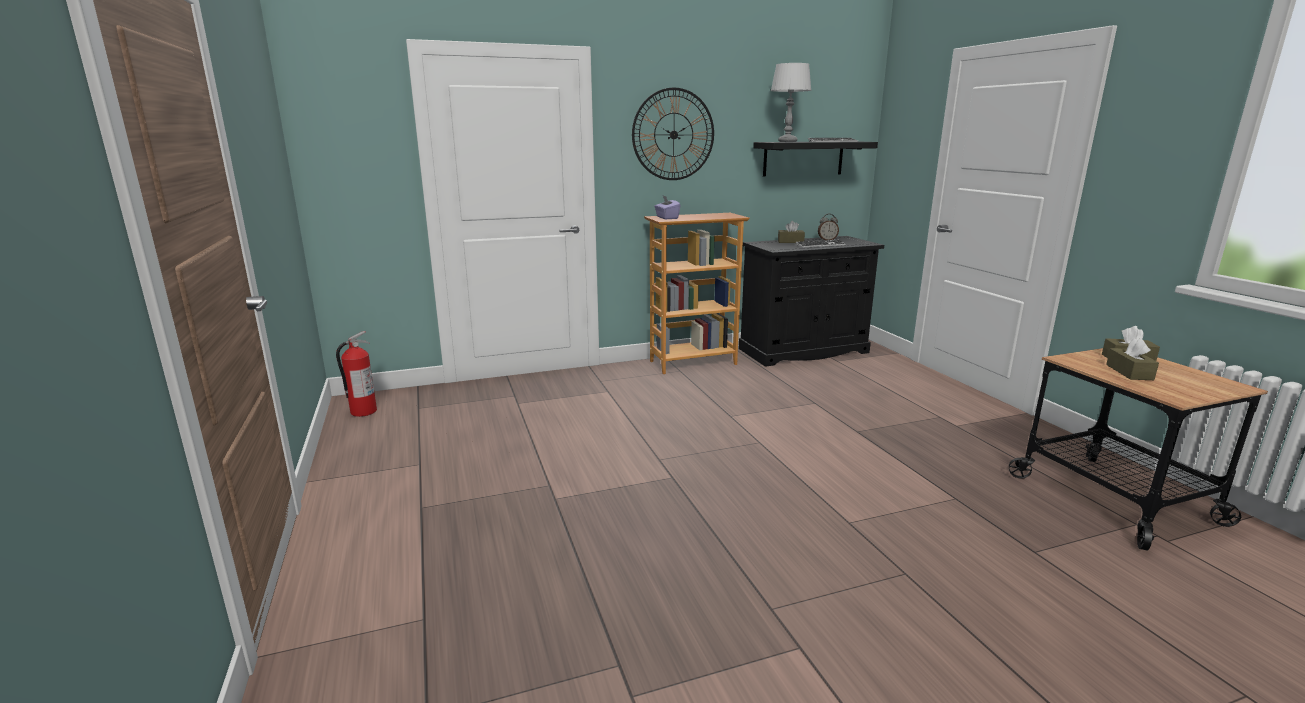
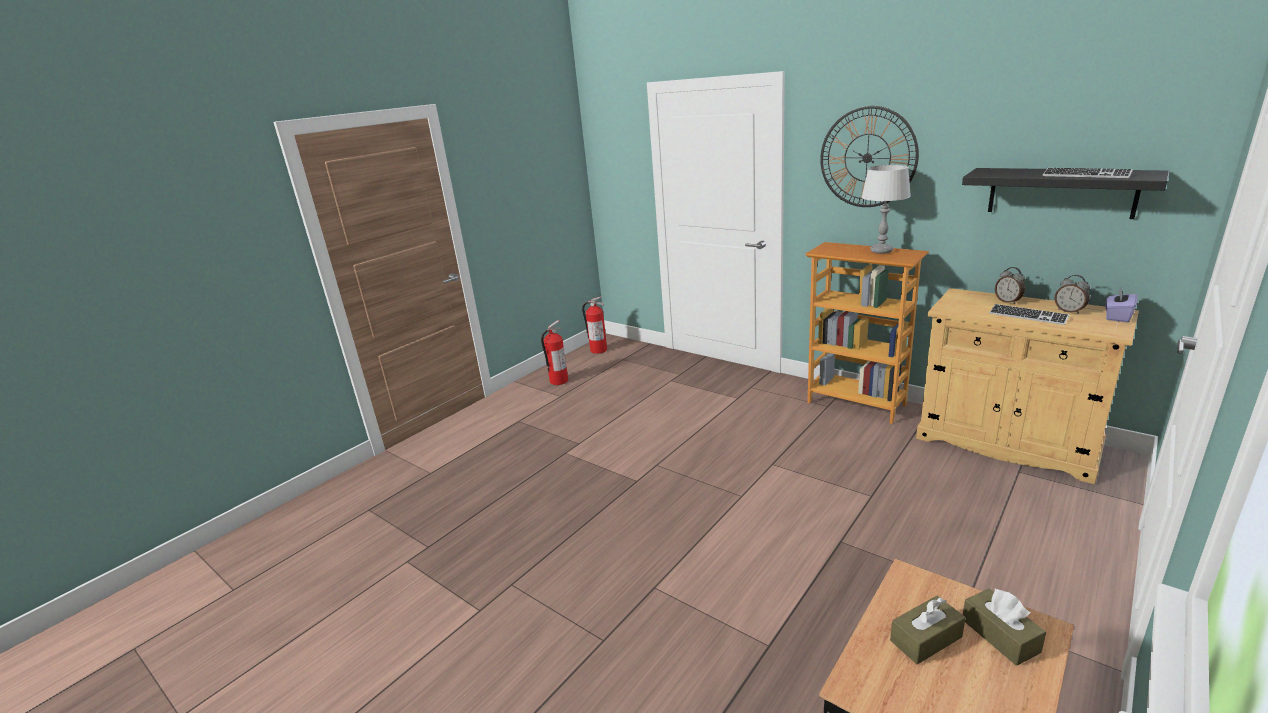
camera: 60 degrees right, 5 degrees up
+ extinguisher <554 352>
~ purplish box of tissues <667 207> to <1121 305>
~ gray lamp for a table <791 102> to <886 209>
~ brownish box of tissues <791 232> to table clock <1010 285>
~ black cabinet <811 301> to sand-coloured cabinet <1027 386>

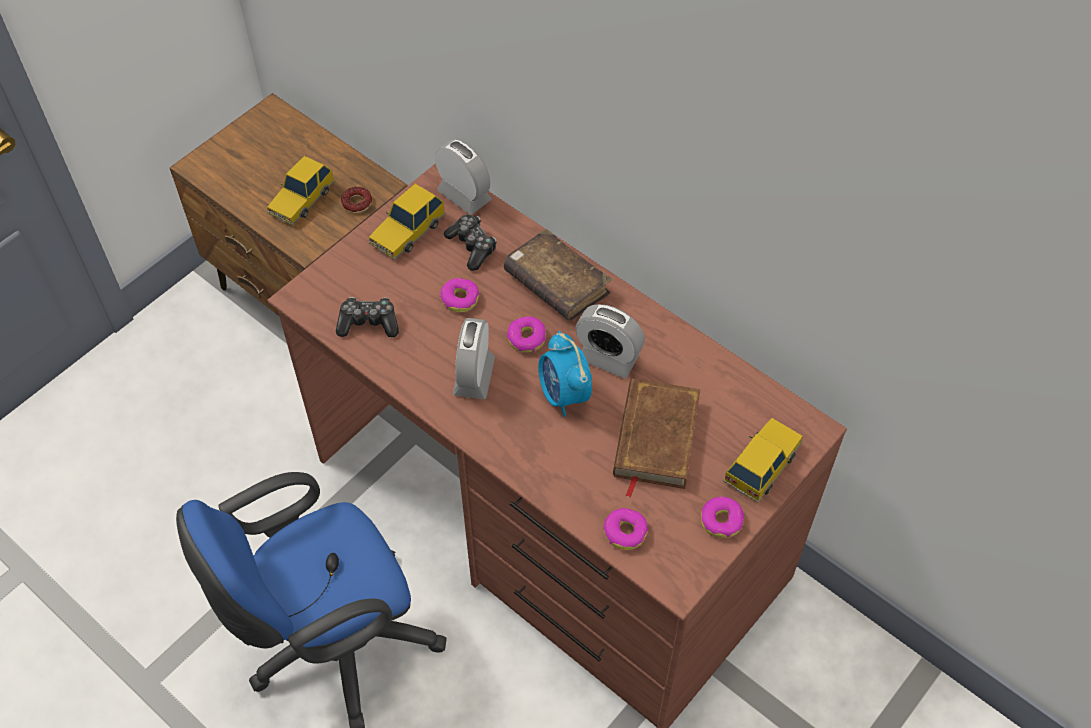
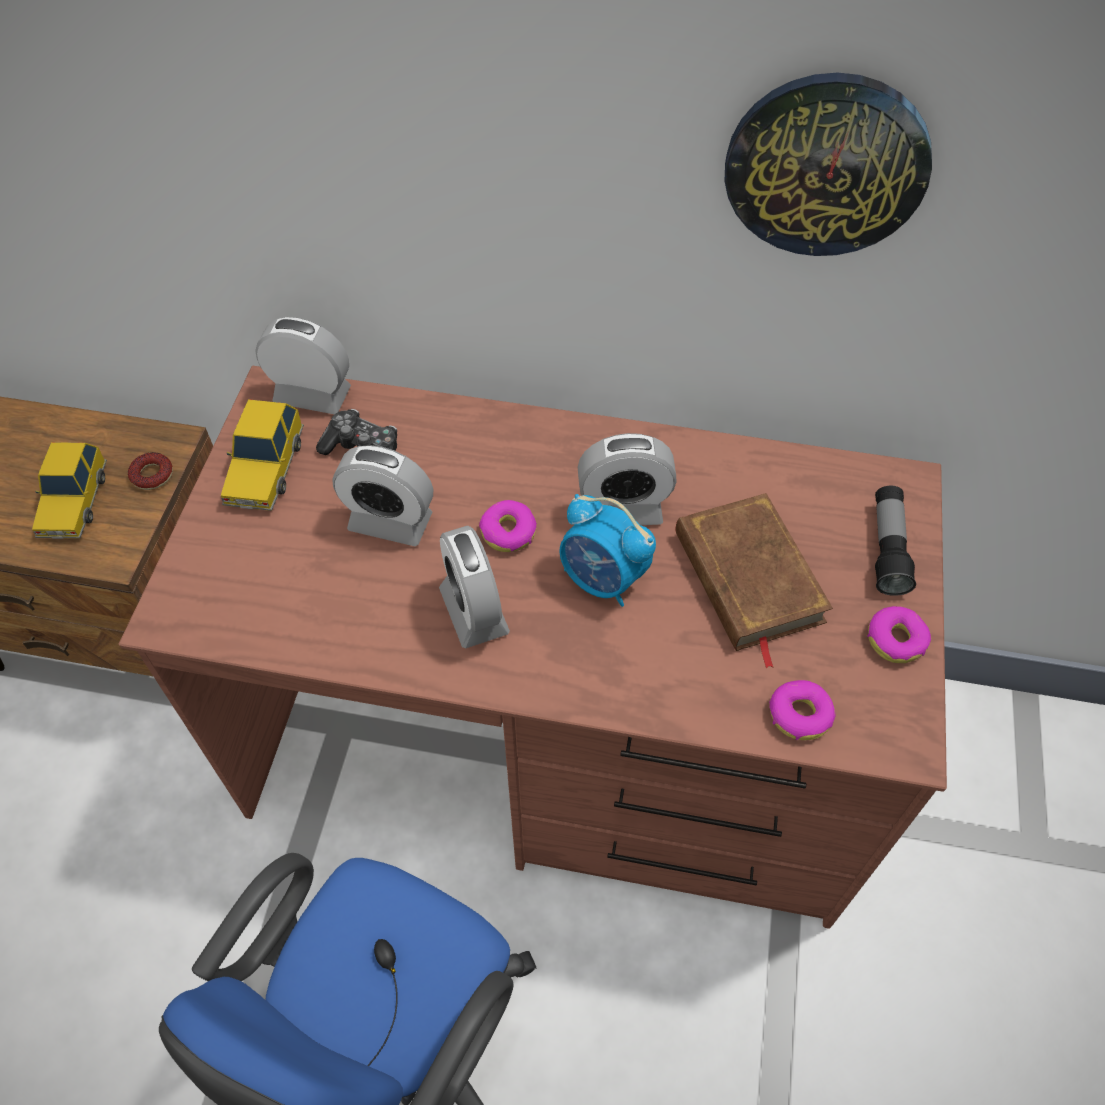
camera: 30 degrees left, 0 degrees up
- gamepad <367 317>
- brownish bound book <558 275>
+ hanging clock <828 164>
~ doughnut <460 295> to table clock <382 495>
~ miniature car <763 460> to hand torch <895 541>

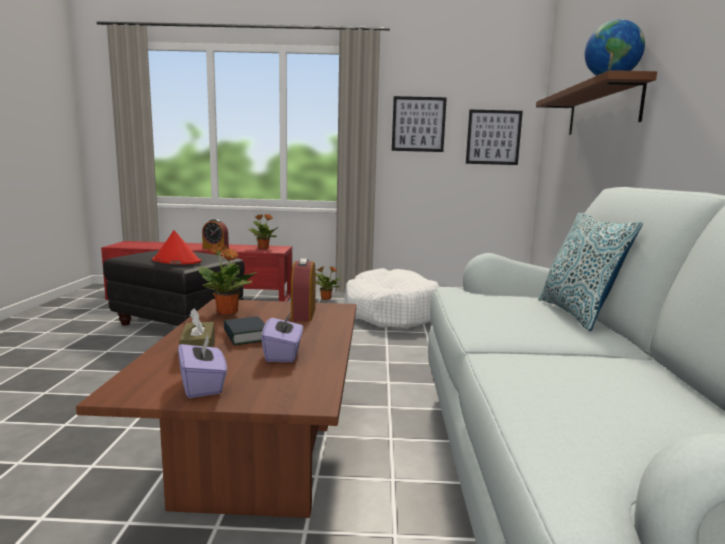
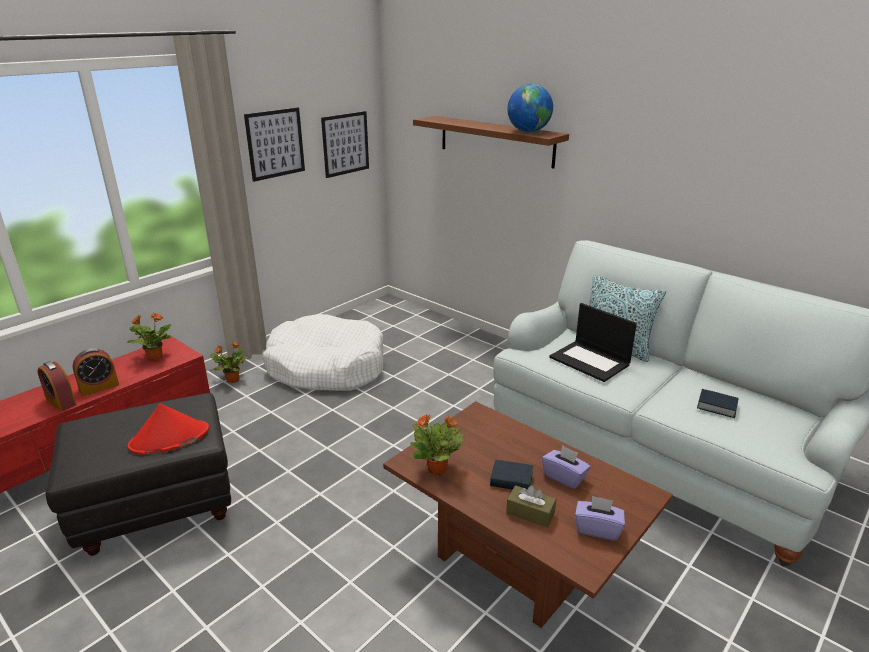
camera: 50 degrees left, 15 degrees up
+ portable computer <593 342>
+ bound book <718 403>
~ table clock <303 289> to <57 386>

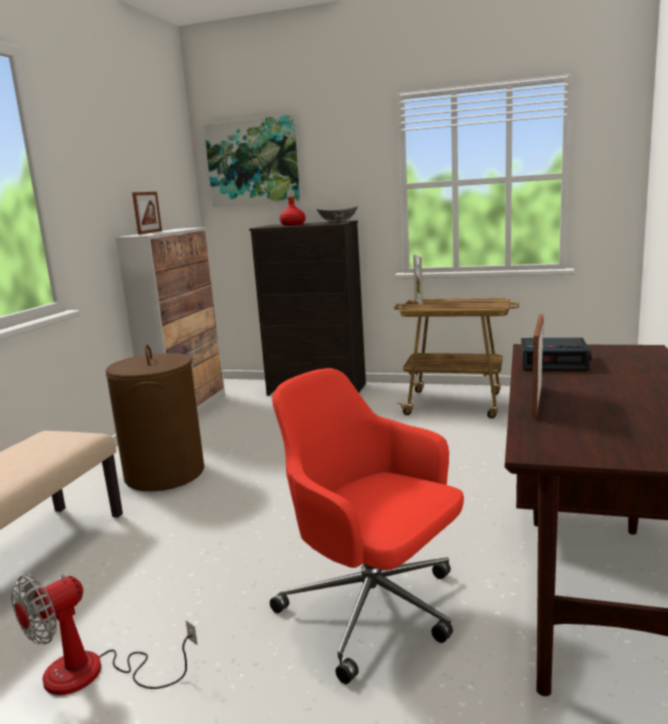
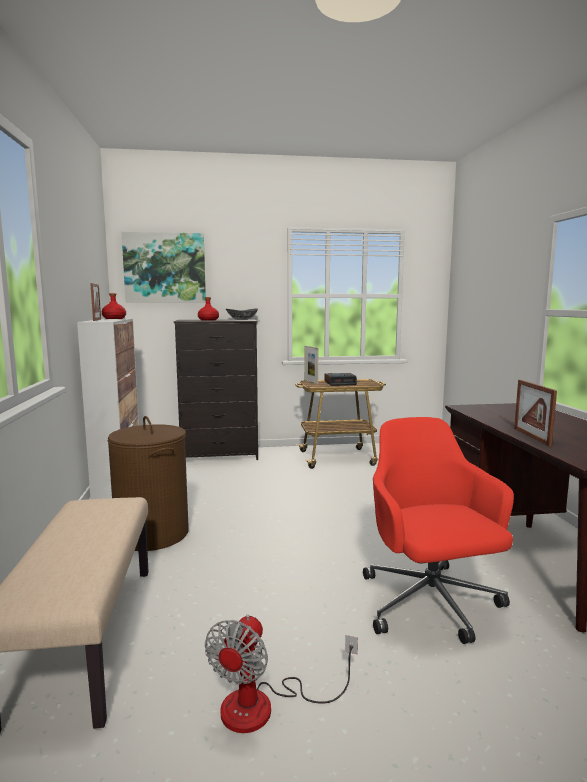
camera: 25 degrees left, 5 degrees down
+ reddish beverage bottle <114 306>
~ table clock <556 354> to <340 379>
~ reddish computer chair <367 526> = <438 530> 60 degrees clockwise

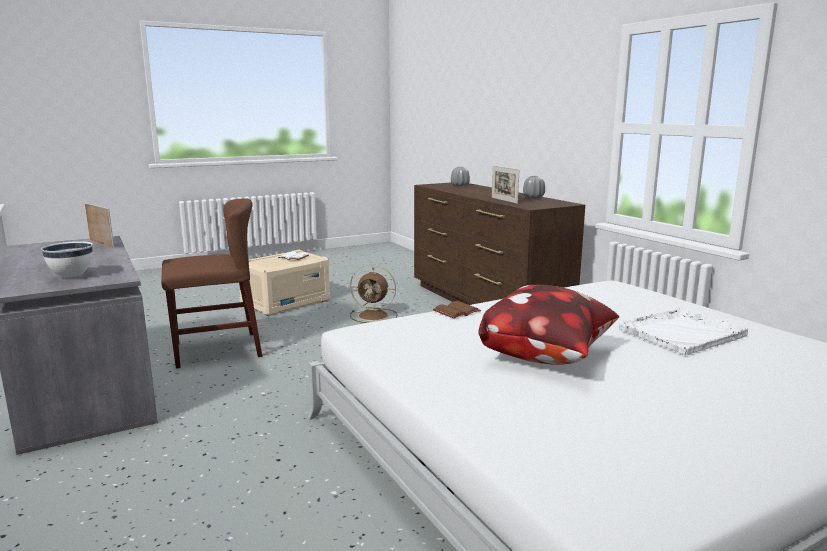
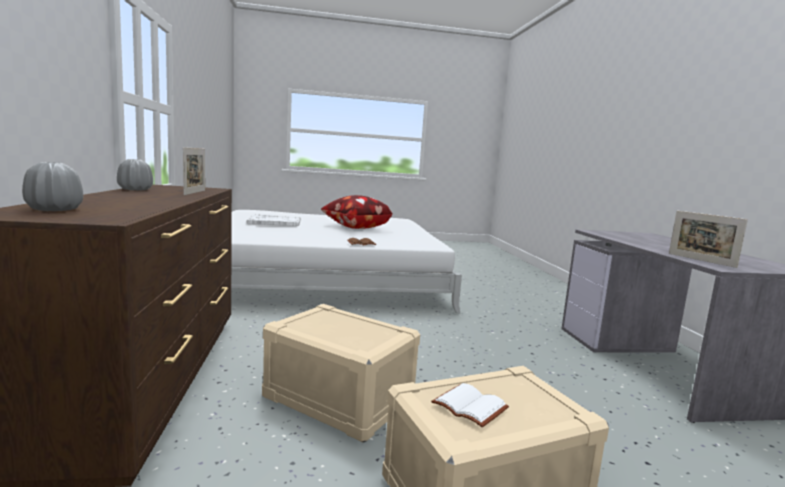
camera: 160 degrees left, 5 degrees down
- white serving bowl <67 259>
- brownish chair <211 283>
~ brownish cooling fan <373 294> to sand-coloured storage container <341 373>

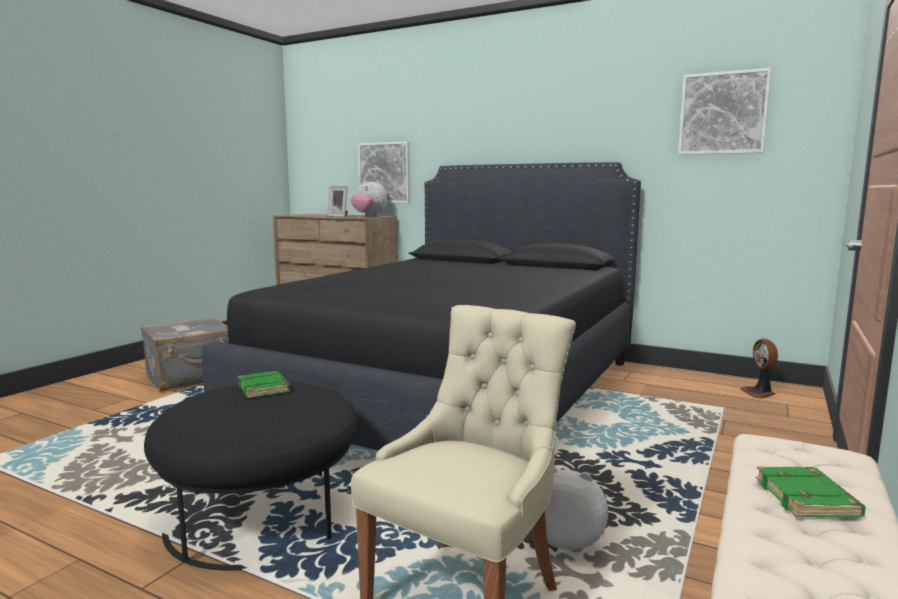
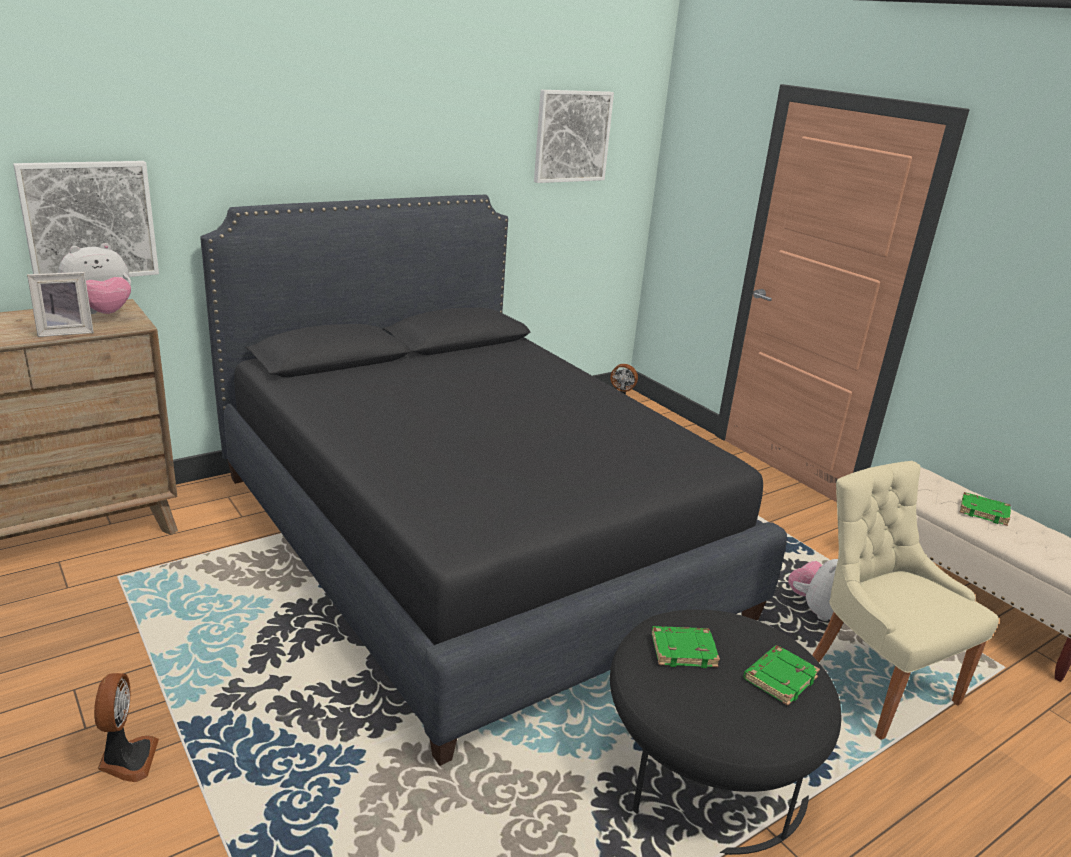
camera: 65 degrees left, 15 degrees up
+ green bound book <781 675>
~ gray suitcase <185 354> to cooling fan <126 727>

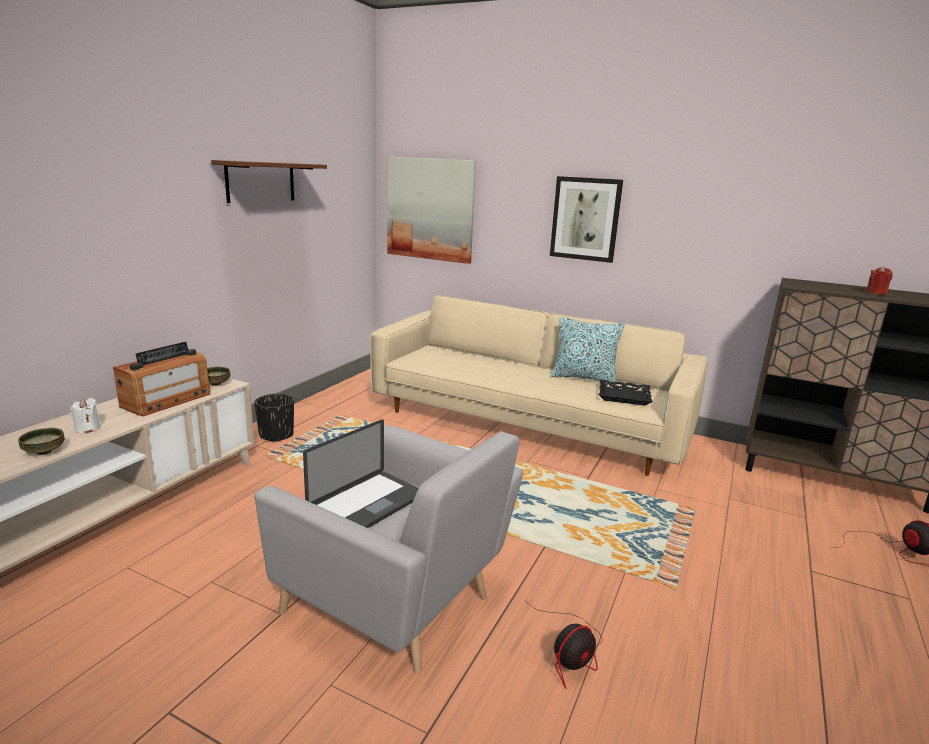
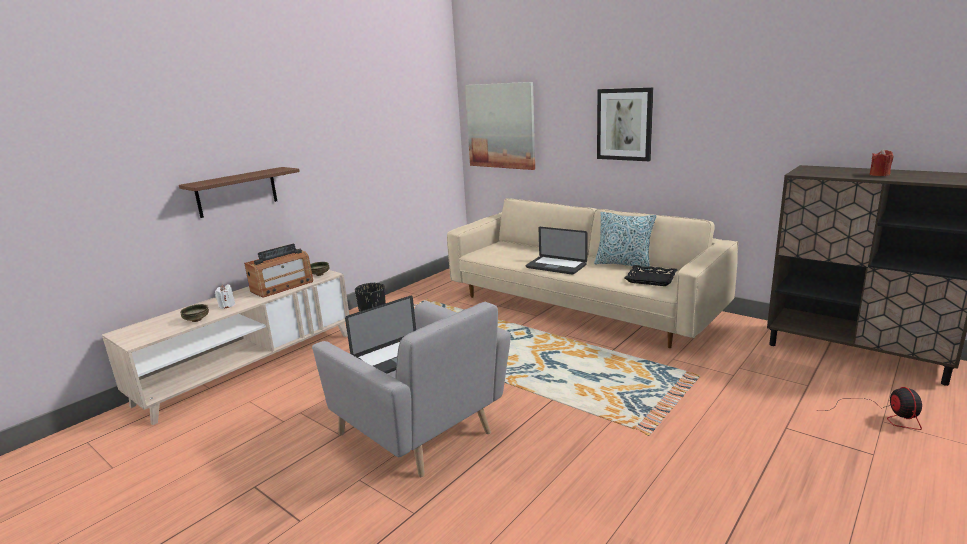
camera: 15 degrees right, 0 degrees up
- cooling fan <564 645>
+ portable computer <556 251>
~ brownish shelf <269 181> to <239 192>

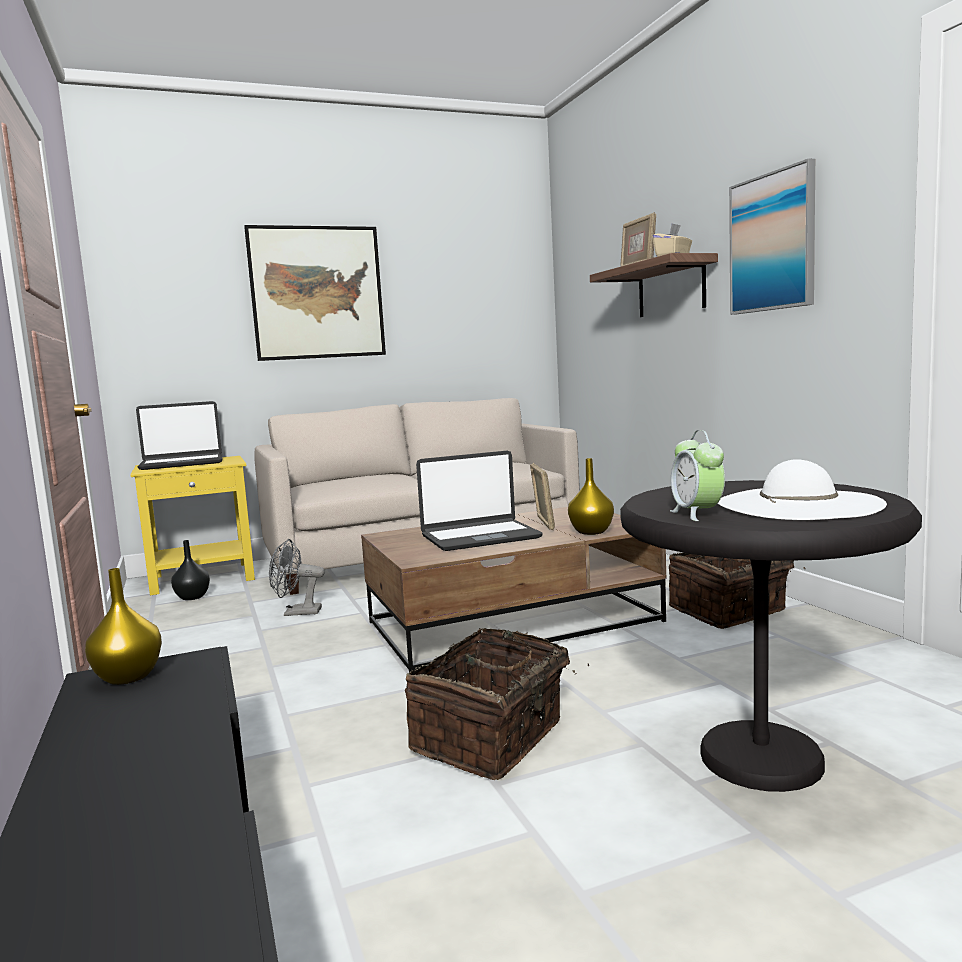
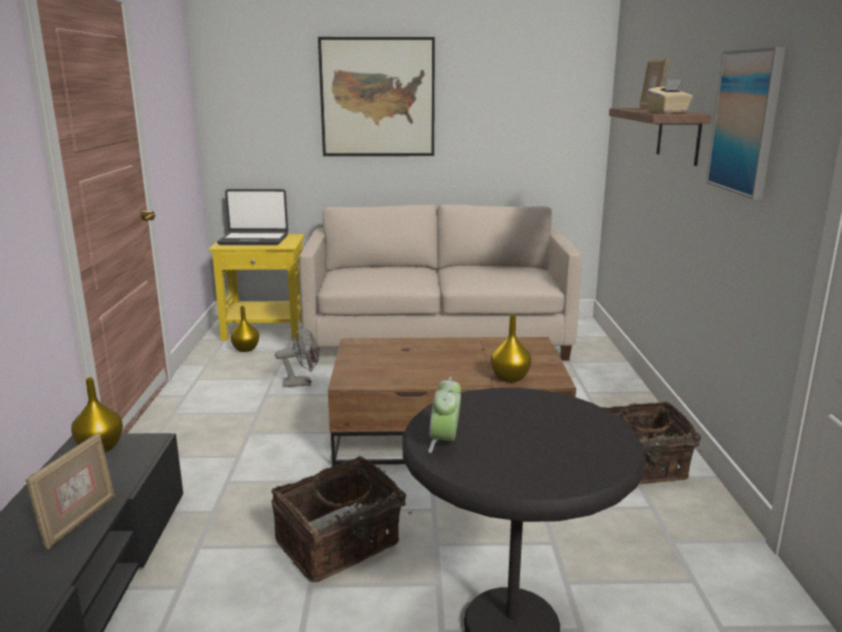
camera: 20 degrees right, 10 degrees up
- portable computer <479 501>
- white clothing hat <802 489>
~ standing frame <542 496> to <70 491>
~ black vase <190 570> to yellowish vase <244 329>
~ gray cooling fan <297 577> = <297 356> 150 degrees clockwise

